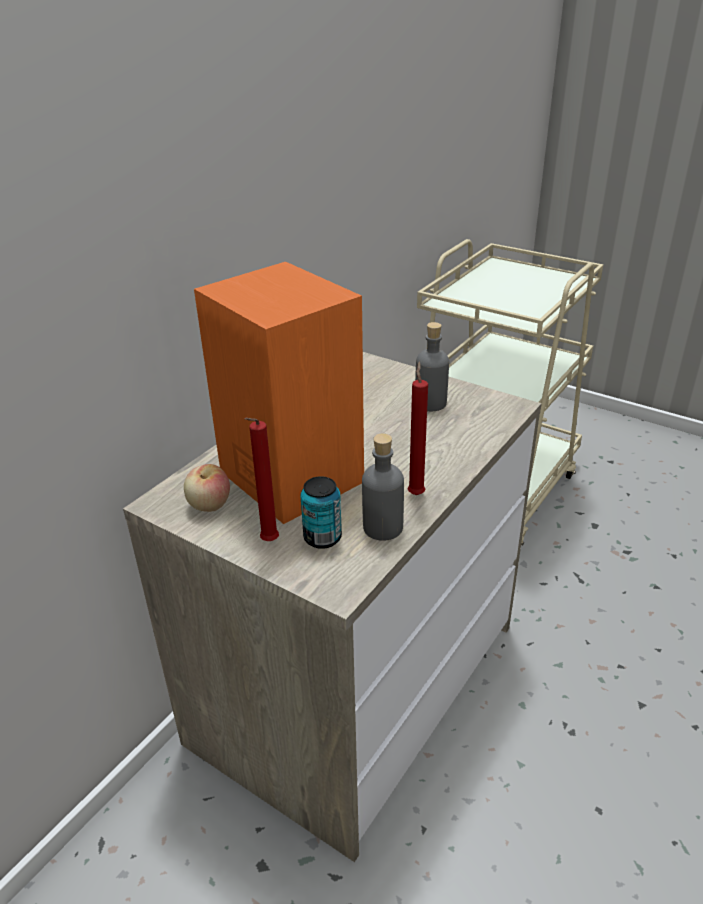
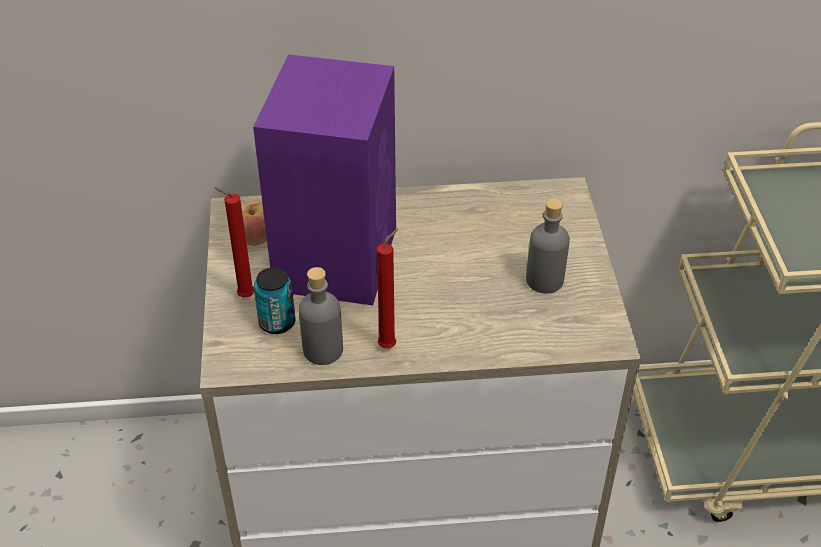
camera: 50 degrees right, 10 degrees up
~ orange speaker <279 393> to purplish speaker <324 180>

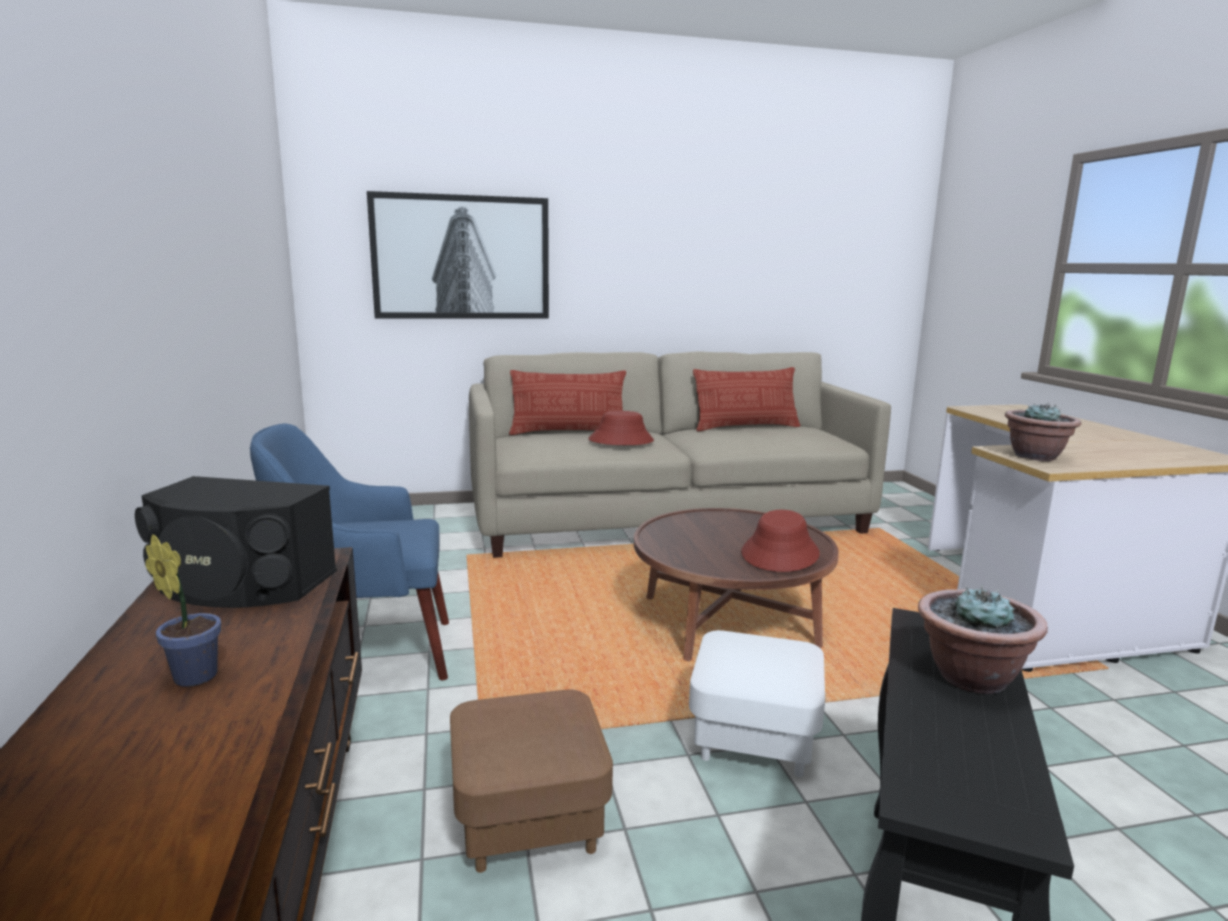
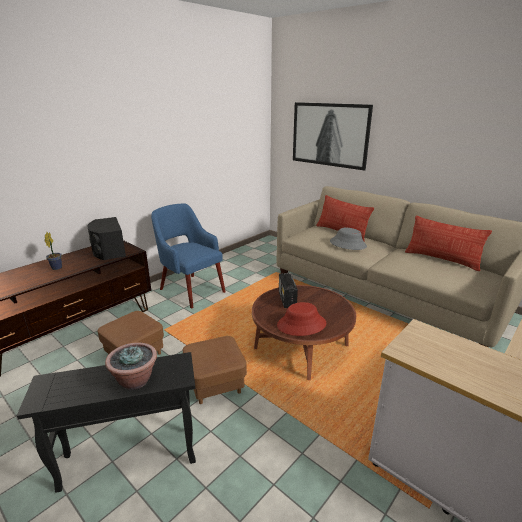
camera: 55 degrees right, 10 degrees up
- plant in a pot <1043 432>
+ radio set <288 290>
~ reddish clothing hat <621 428> to gray clothing hat <348 239>
~ white pouffe <757 703> to brownish pouffe <215 370>

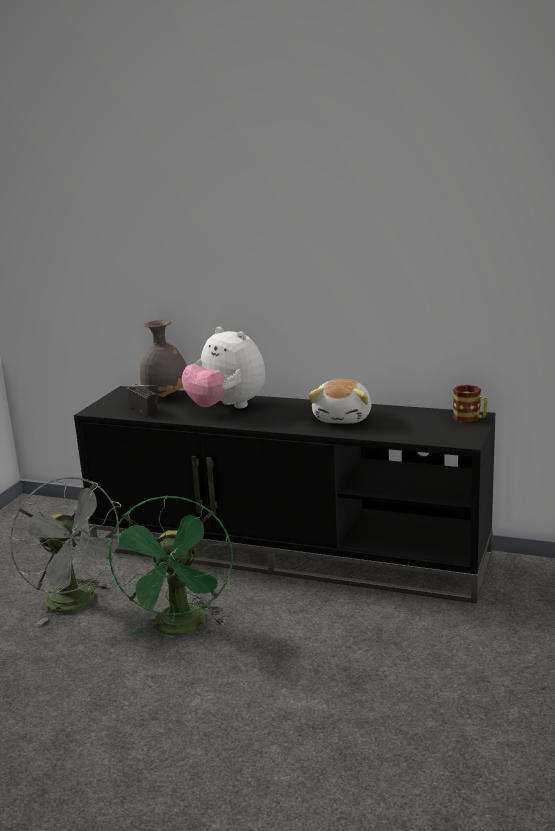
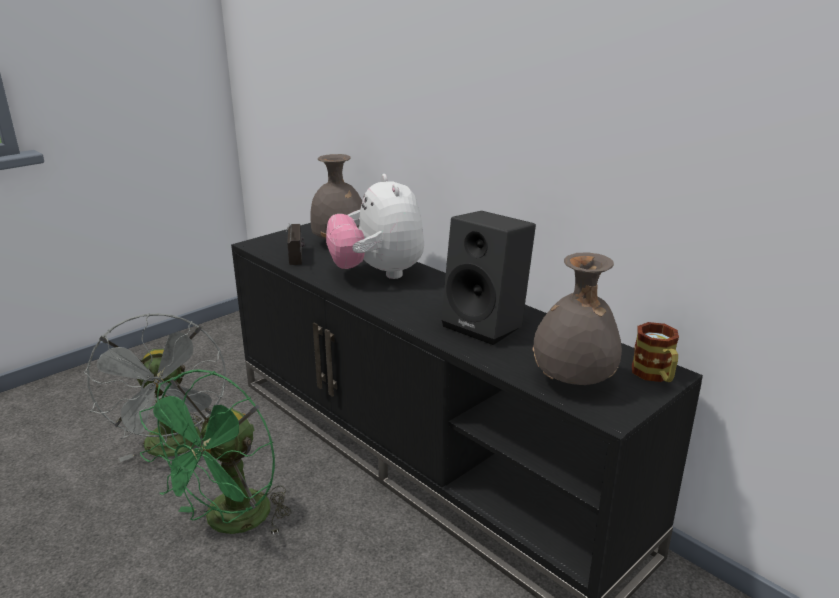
camera: 25 degrees right, 5 degrees up
+ gray vase <577 319>
~ cuddly toy <340 401> to black speaker <488 278>

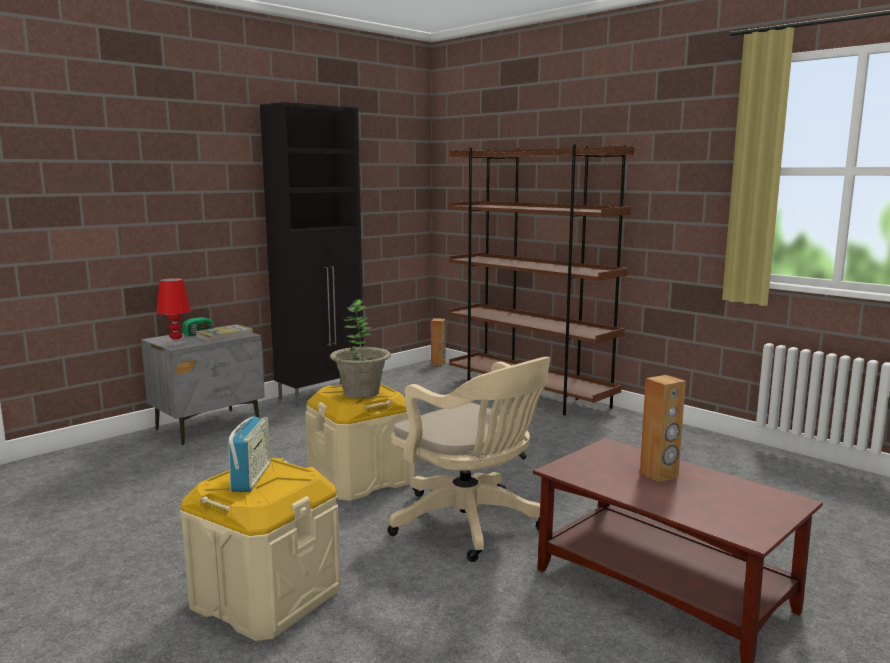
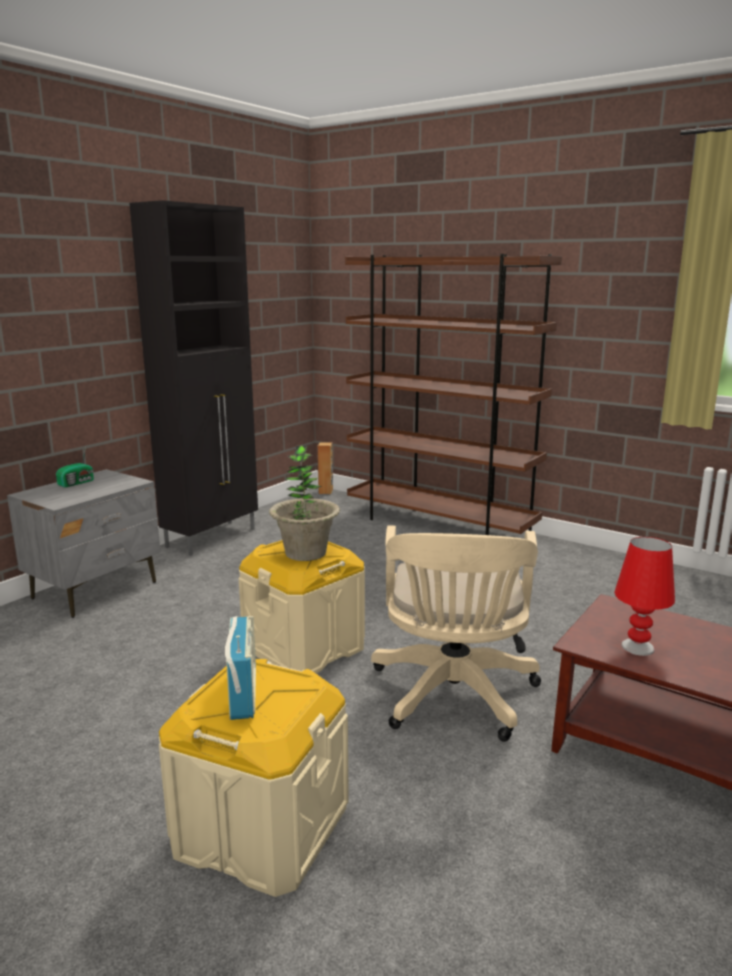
camera: 10 degrees left, 5 degrees up
- bound book <224 333>
- brownish speaker <663 428>
~ reddish lamp for a table <174 312> to <644 596>
~ sand-coloured computer chair <468 459> = <456 633> 60 degrees clockwise

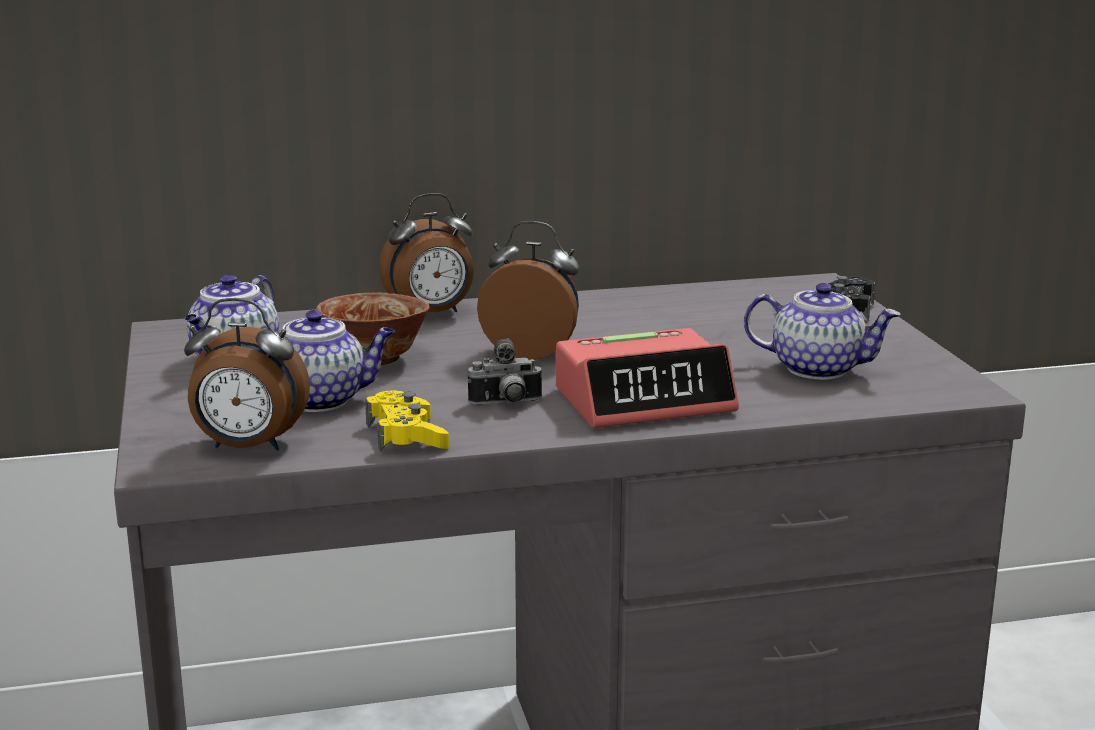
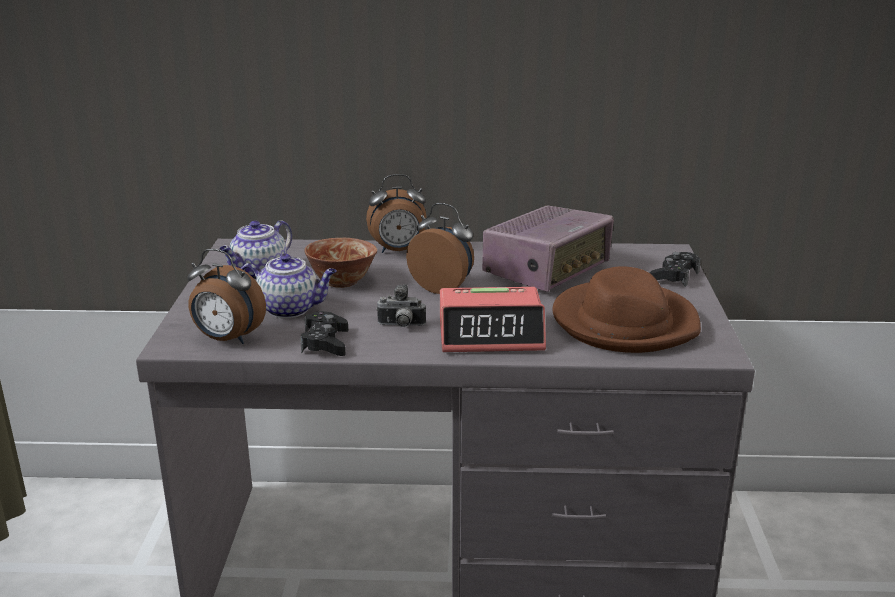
camera: 15 degrees right, 5 degrees up
+ radio set <548 249>
~ pot for tea <822 331> to brownish clothing hat <626 309>
~ yellowish gamepad <407 421> to black gamepad <324 333>

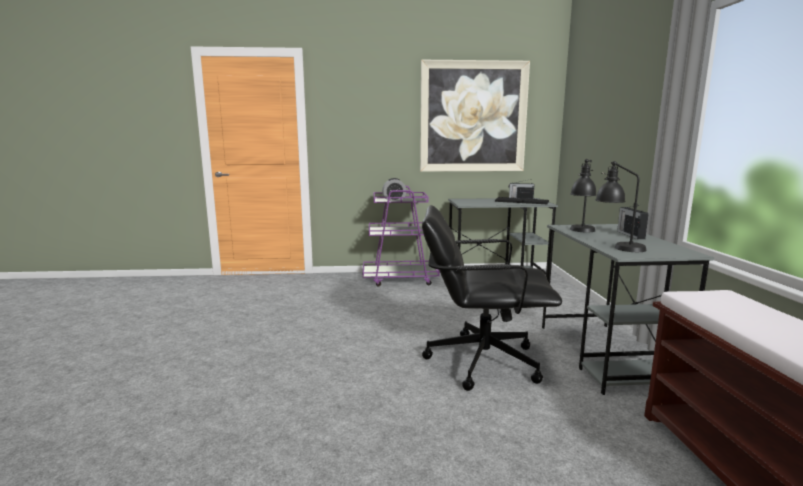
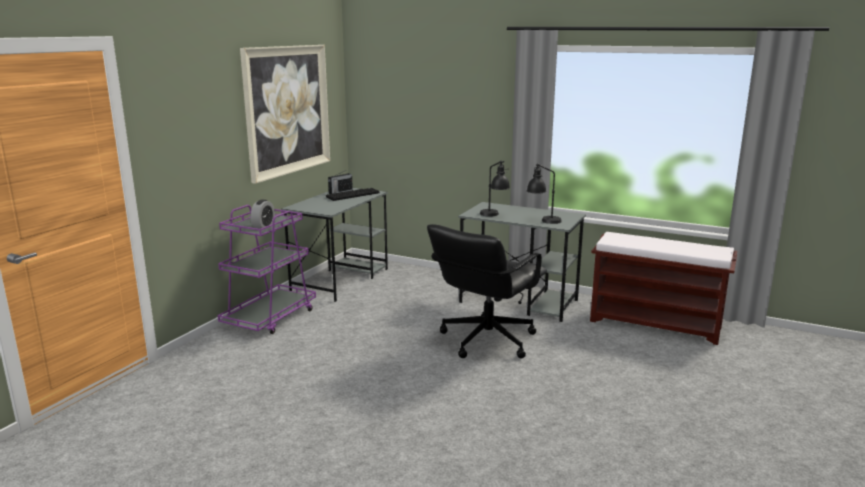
camera: 60 degrees left, 5 degrees up
- radio set <633 222>

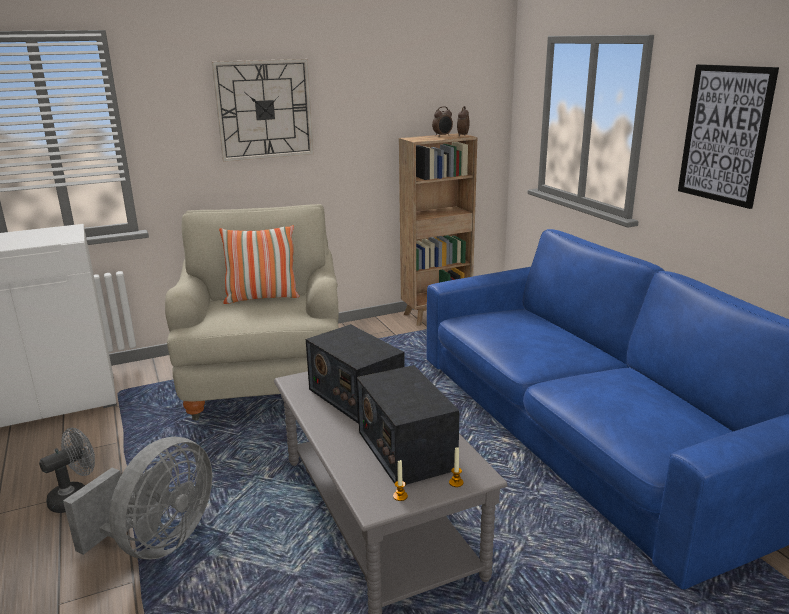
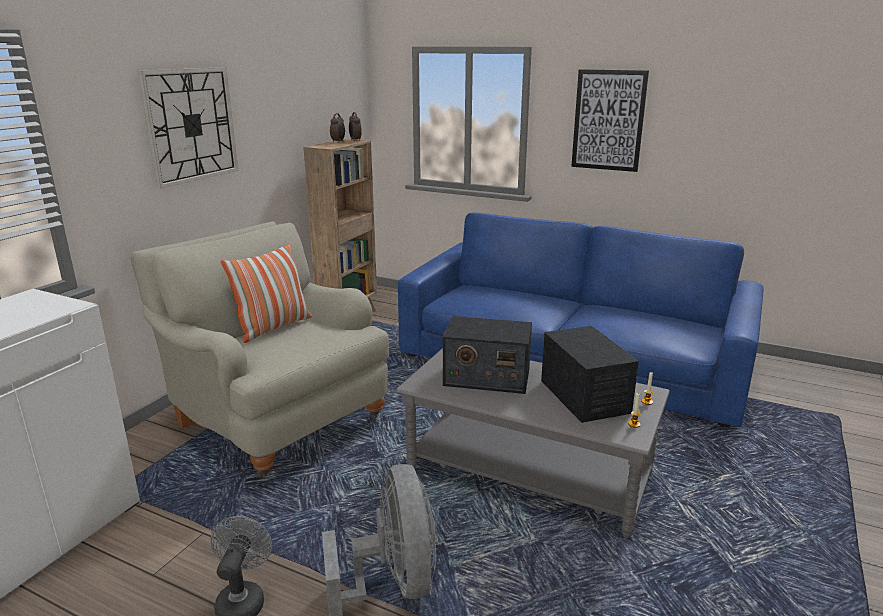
camera: 40 degrees left, 0 degrees up
~ radio set <408 425> = <590 374> 135 degrees counterclockwise

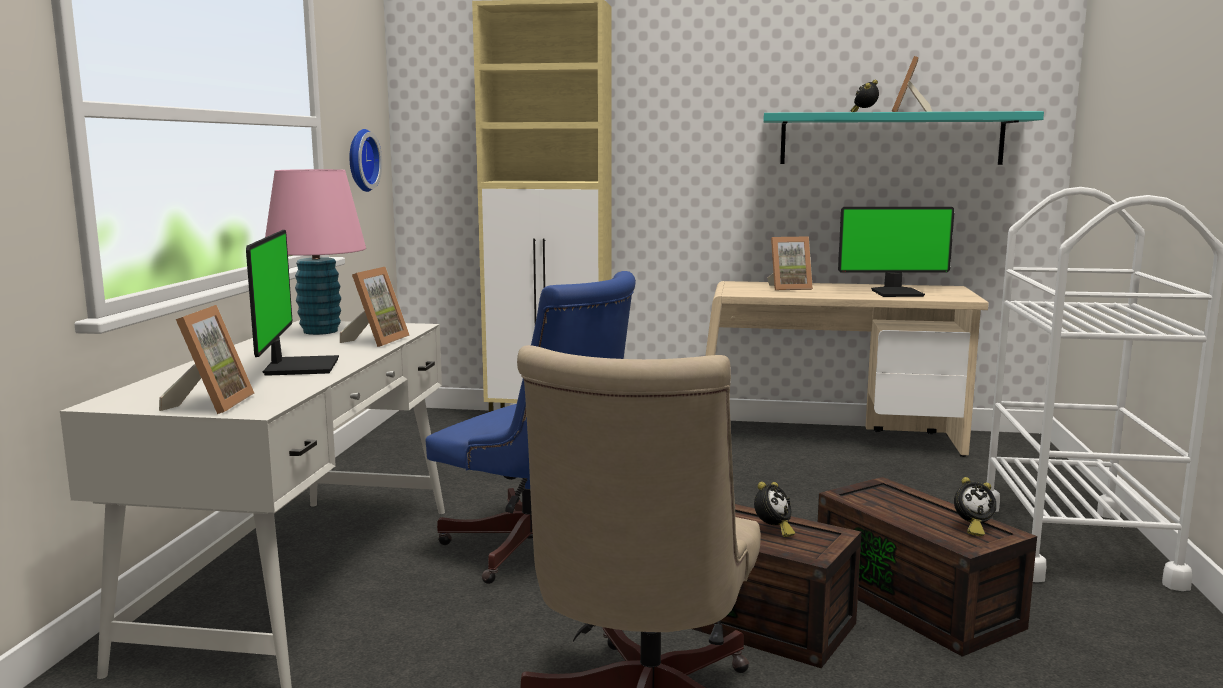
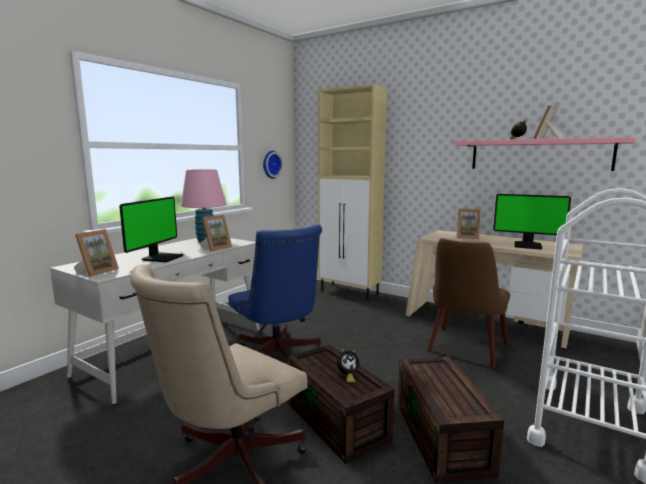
camera: 25 degrees right, 0 degrees up
- table clock <975 506>
+ brownish chair <468 303>
~ turquoise-coloured shelf <903 138> to pink shelf <545 154>

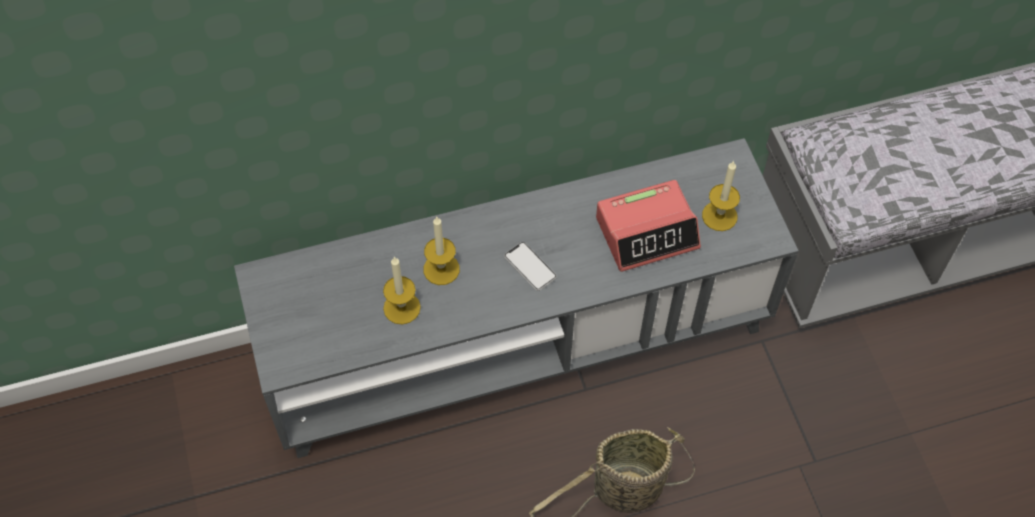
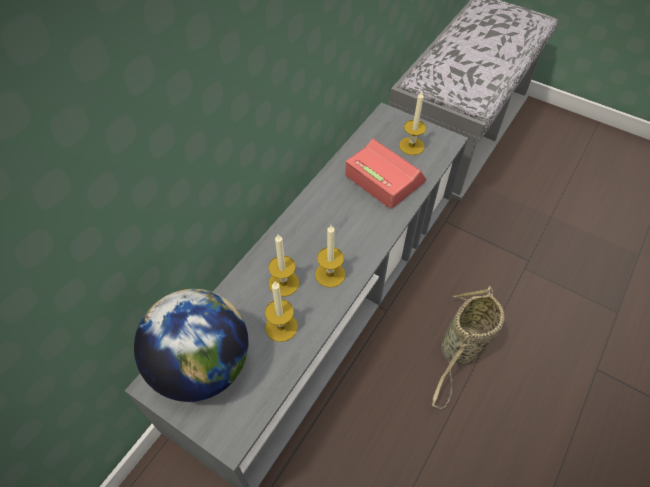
camera: 40 degrees left, 5 degrees down
- phone <530 266>
+ desk globe <191 345>
+ candle <330 256>
~ table clock <648 226> = <385 173> 75 degrees counterclockwise

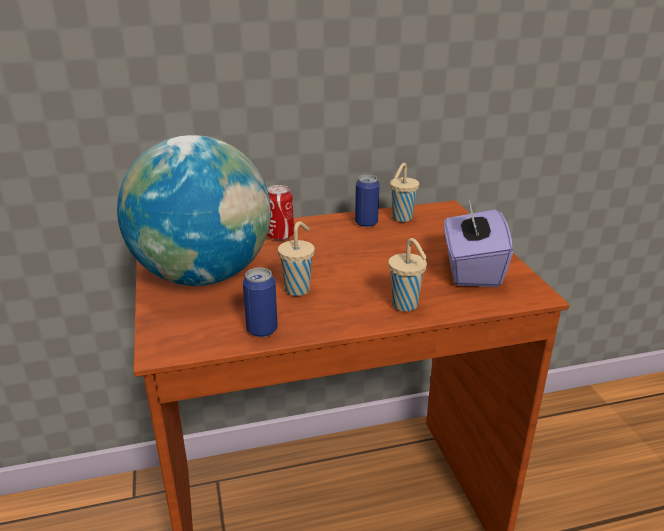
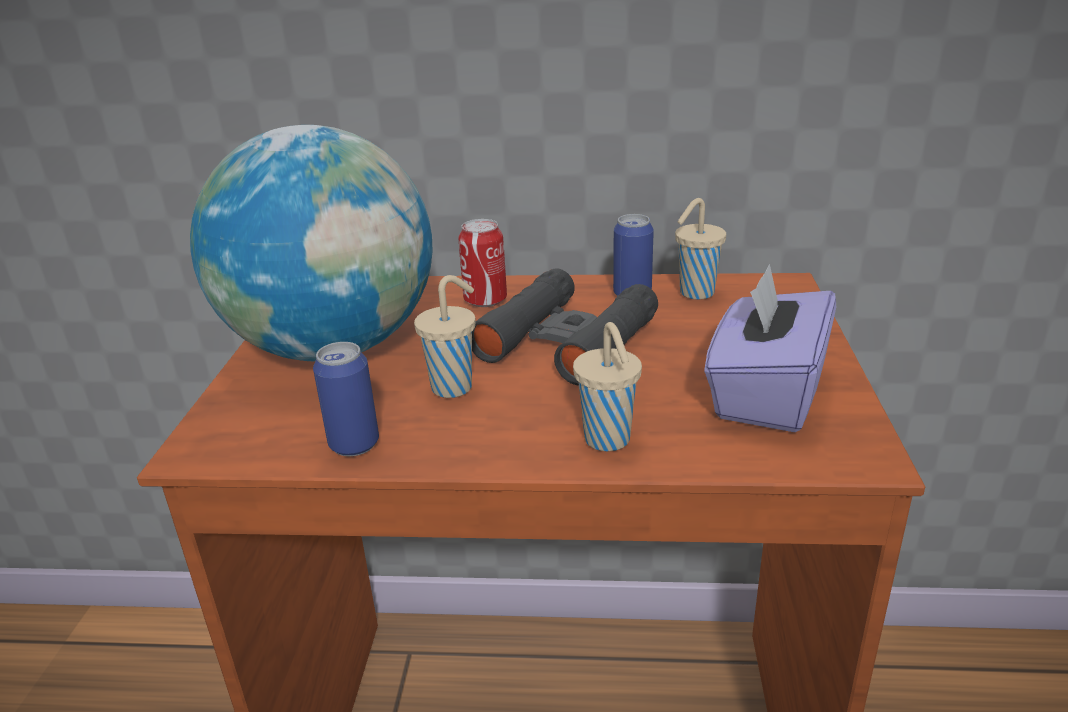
camera: 20 degrees right, 0 degrees up
+ black binoculars <565 327>

